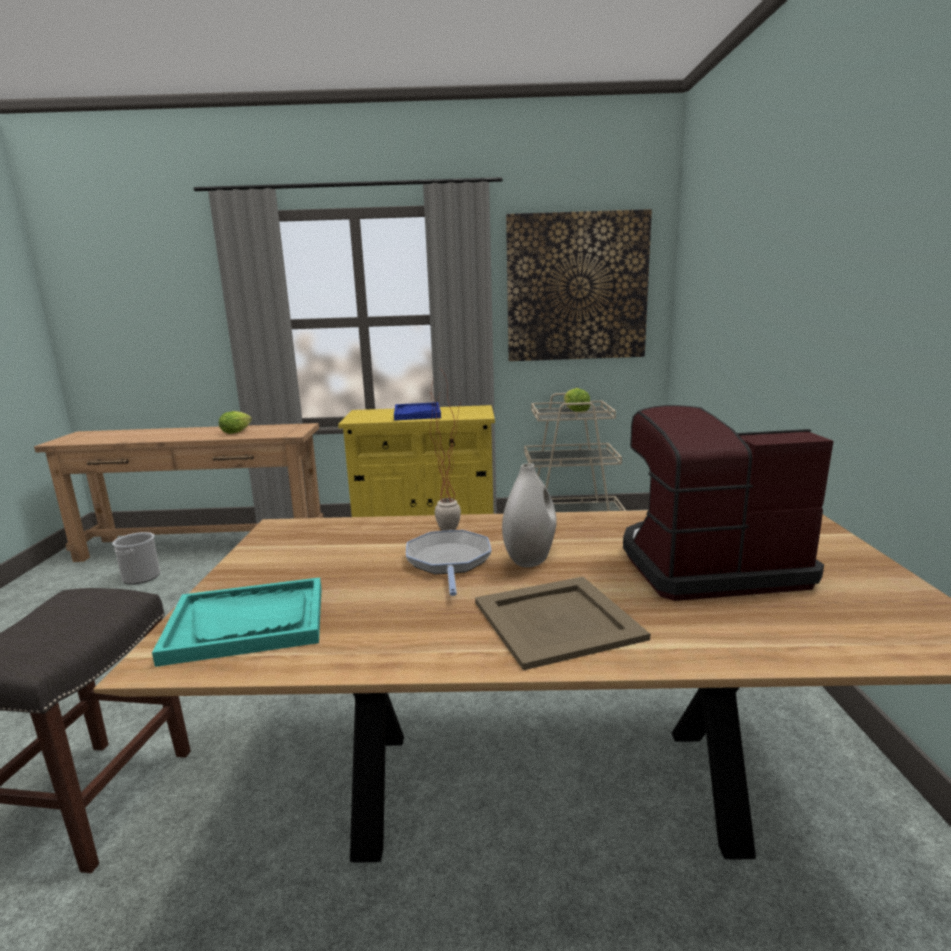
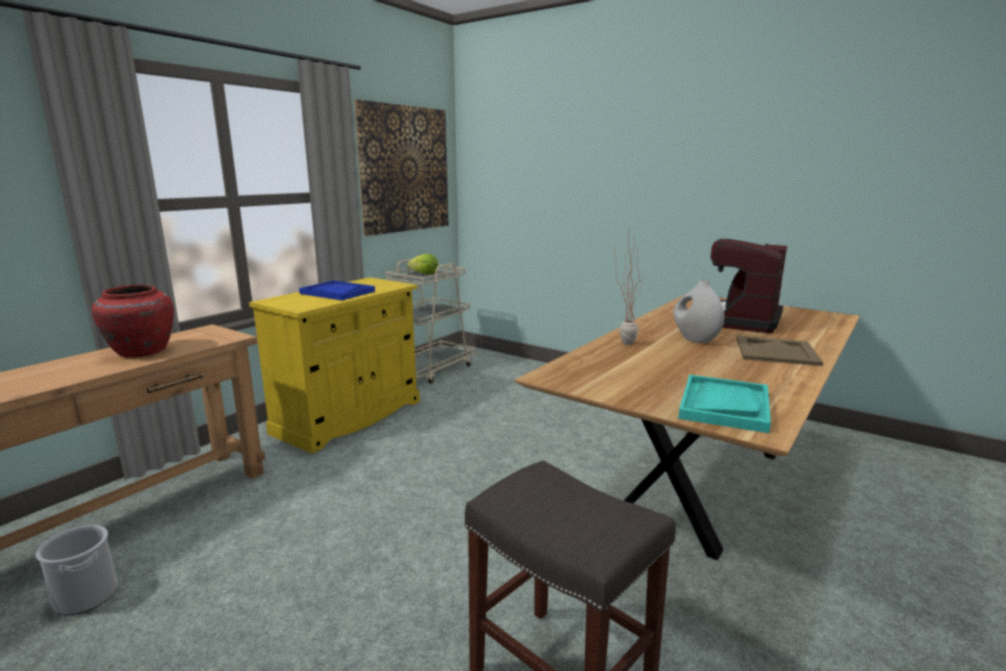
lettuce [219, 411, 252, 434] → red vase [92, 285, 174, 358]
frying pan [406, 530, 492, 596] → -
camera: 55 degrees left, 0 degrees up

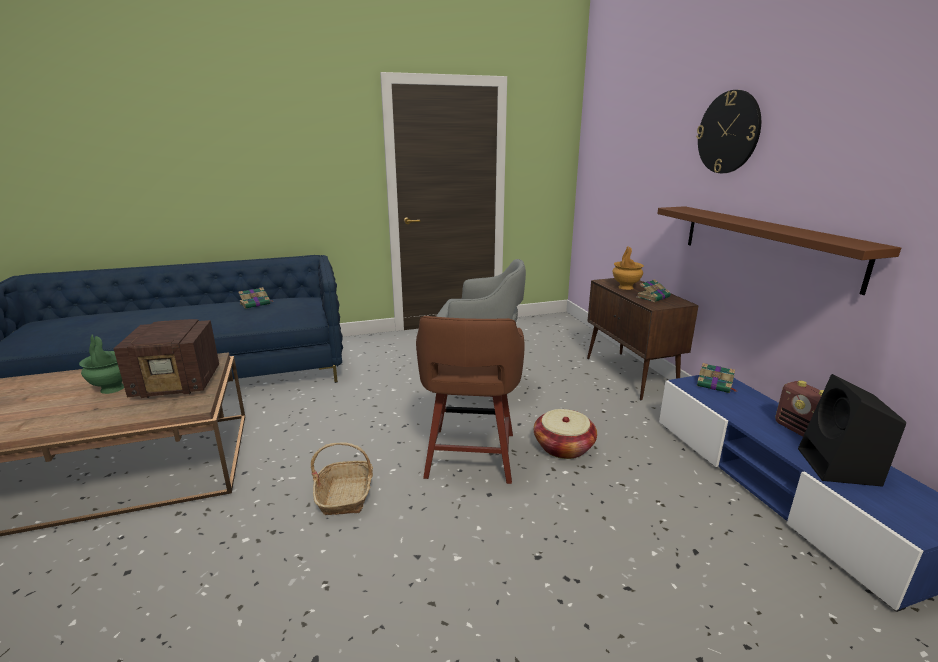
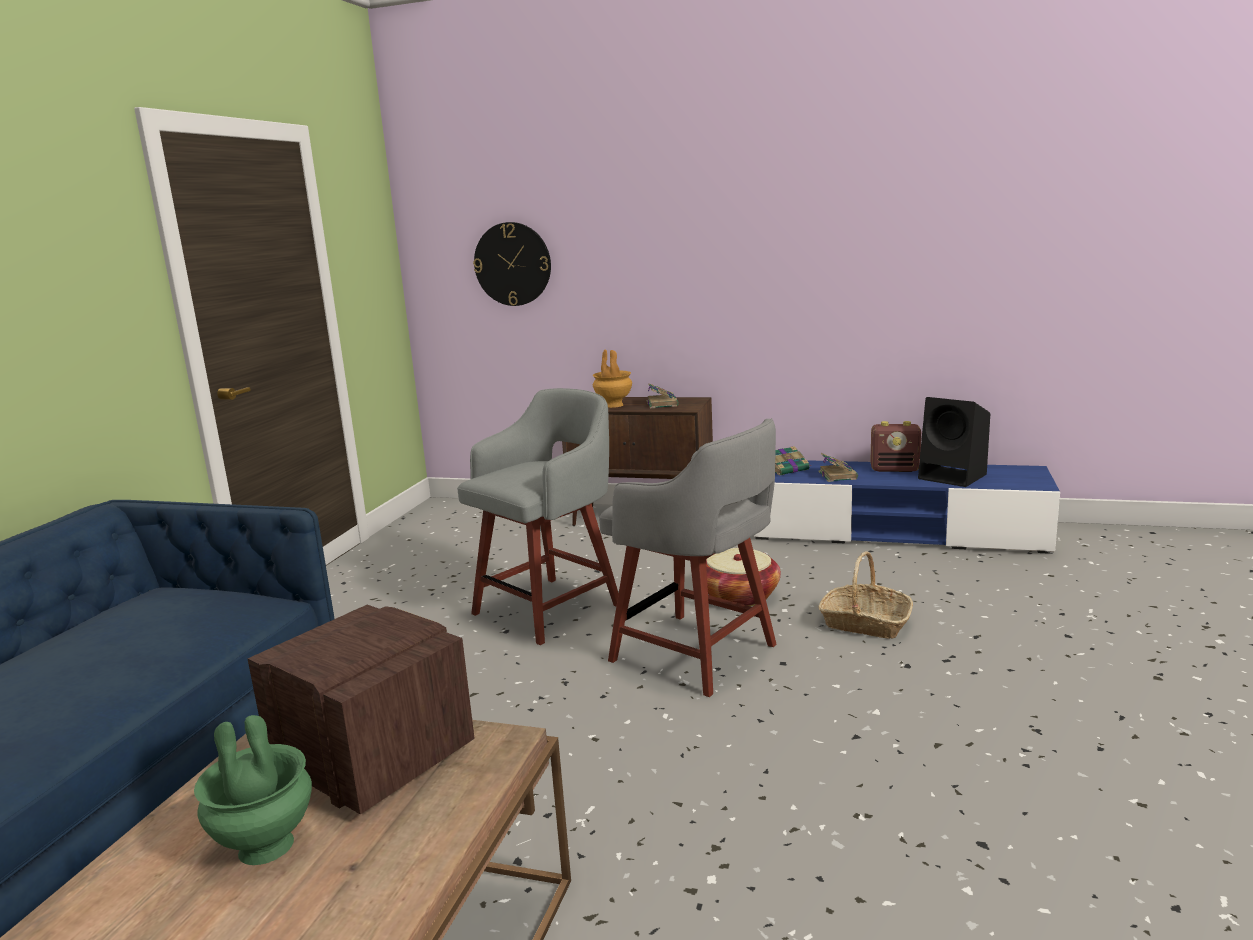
radio [113, 319, 219, 398] → radio [248, 605, 475, 814], 75 degrees counterclockwise
book [238, 287, 273, 309] → book [818, 453, 858, 482], shifted
basket [311, 442, 373, 515] → basket [818, 551, 913, 639], shifted
brown stool [416, 316, 525, 484] → grey stool [599, 418, 777, 697]
brown shelf [657, 206, 901, 295] → -
wall clock [696, 90, 761, 173] → wall clock [473, 222, 551, 306], shifted
camera: 55 degrees left, 5 degrees down

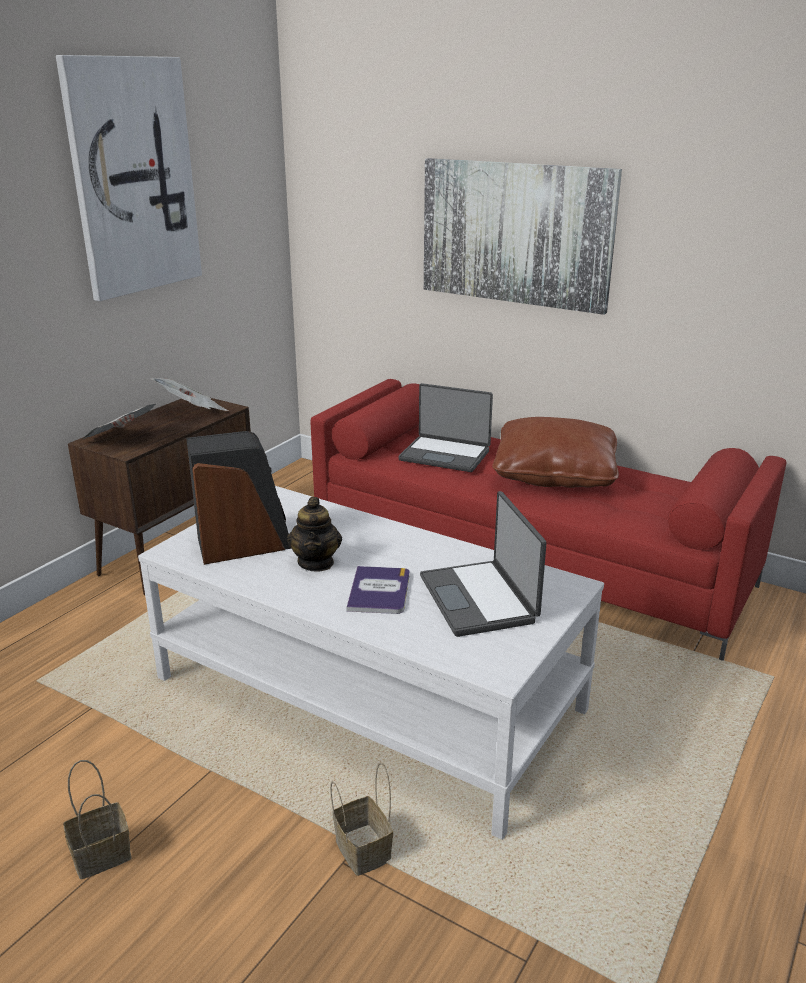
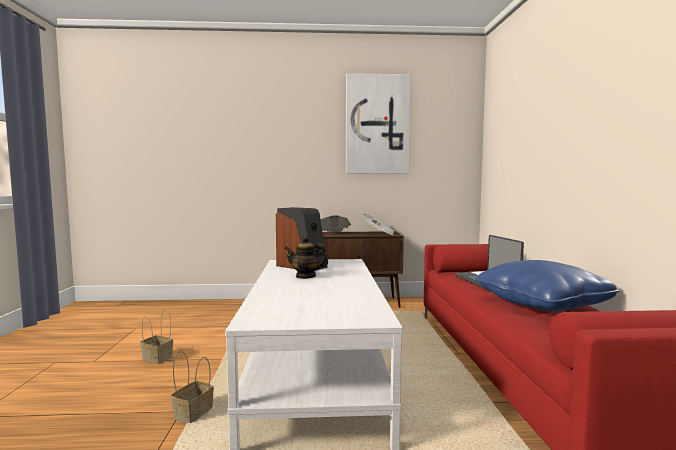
teapot [287, 497, 342, 572] → teapot [284, 236, 328, 279], 45 degrees clockwise
book [346, 566, 409, 614] → -
laptop [420, 491, 546, 637] → -
picture [424, 158, 622, 315] → -
brown pillow [492, 417, 619, 488] → blue pillow [475, 260, 619, 311]
camera: 55 degrees right, 20 degrees down

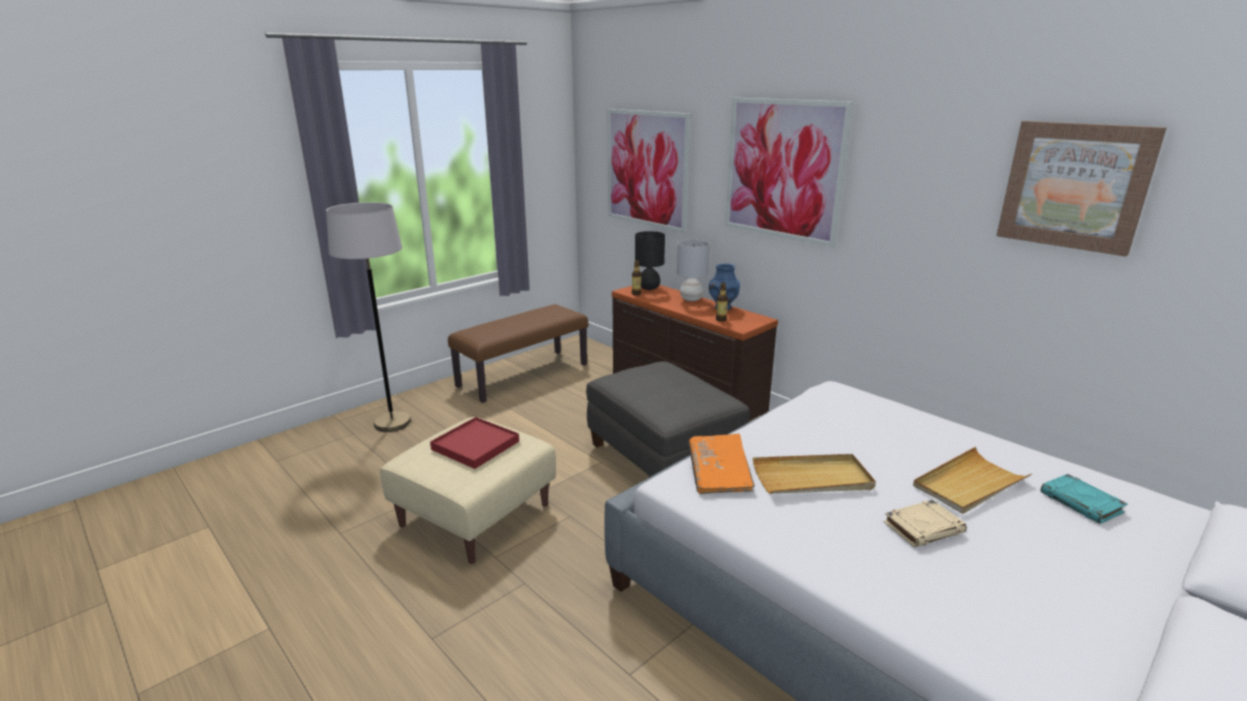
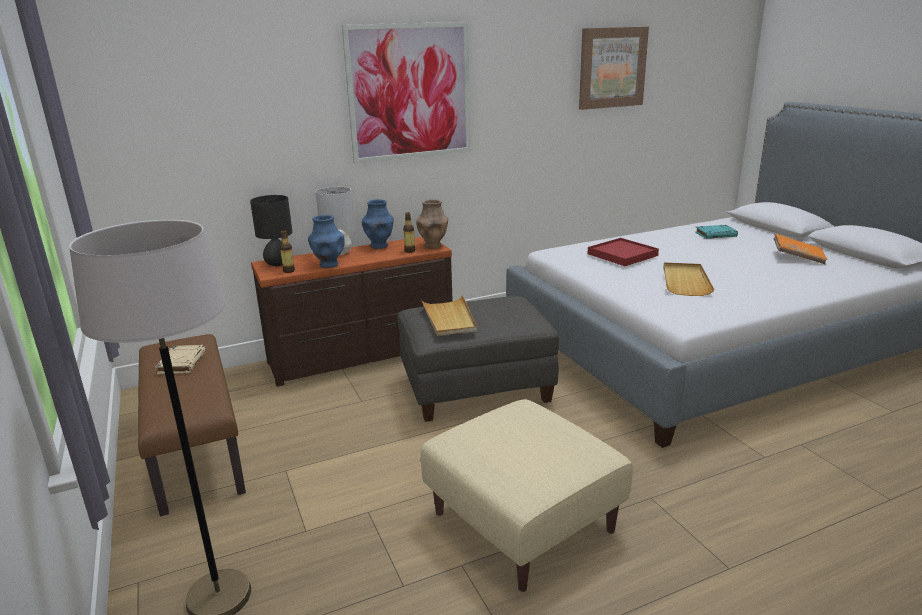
red tray [430, 417, 519, 469] → red tray [588, 238, 659, 266], shifted
picture [607, 109, 691, 233] → -
orange book [688, 434, 755, 494] → orange book [773, 234, 827, 264], shifted
beige book [884, 500, 967, 548] → beige book [155, 345, 206, 374], shifted
beige tray [913, 447, 1032, 514] → beige tray [421, 295, 477, 336], shifted
- → blue vase [308, 215, 345, 268]
- → brown vase [416, 199, 448, 249]
camera: 70 degrees left, 0 degrees up

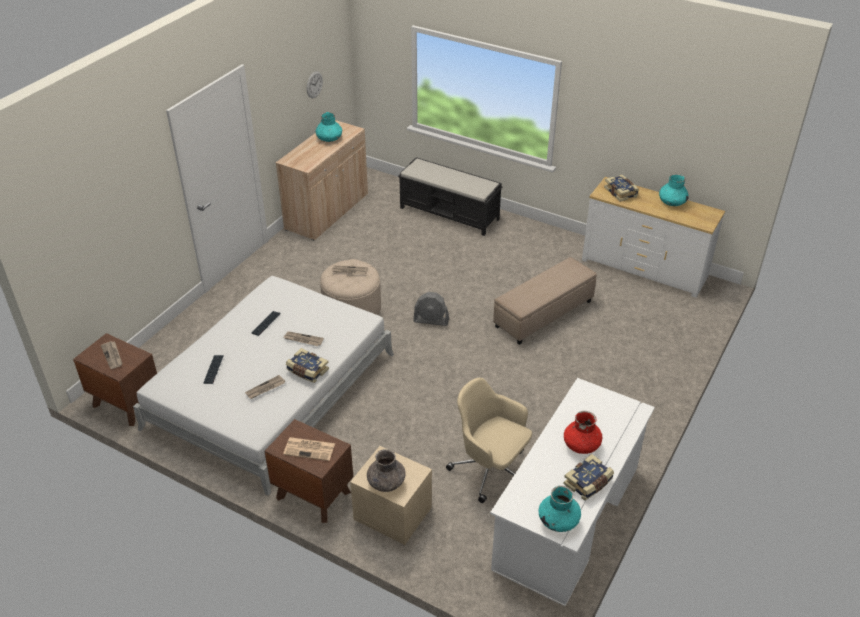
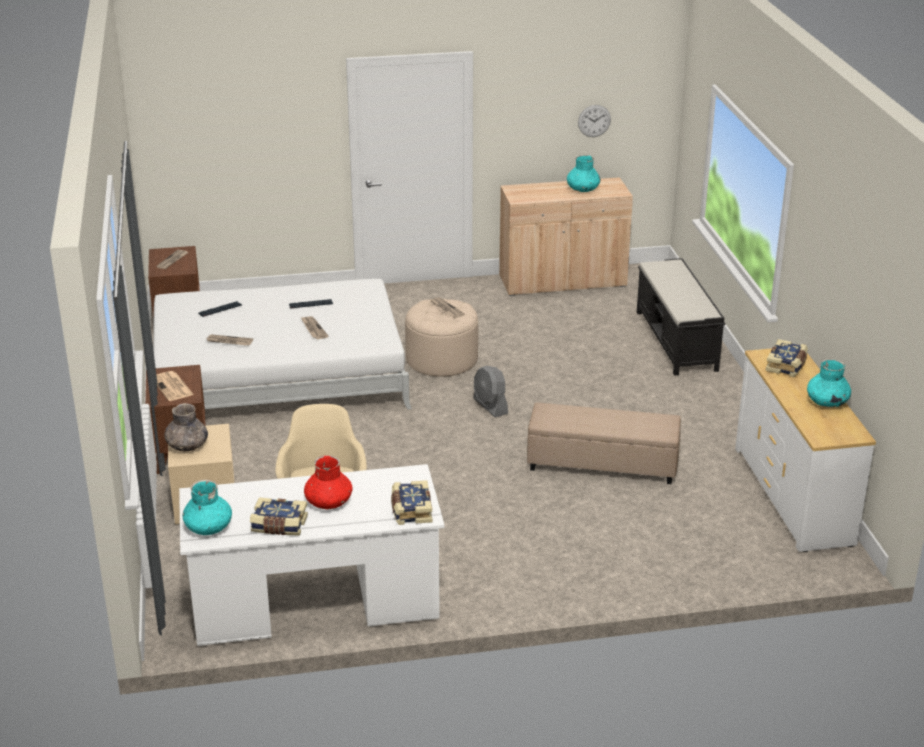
book [286, 348, 329, 383] → book [391, 480, 433, 525], shifted
camera: 50 degrees right, 10 degrees down

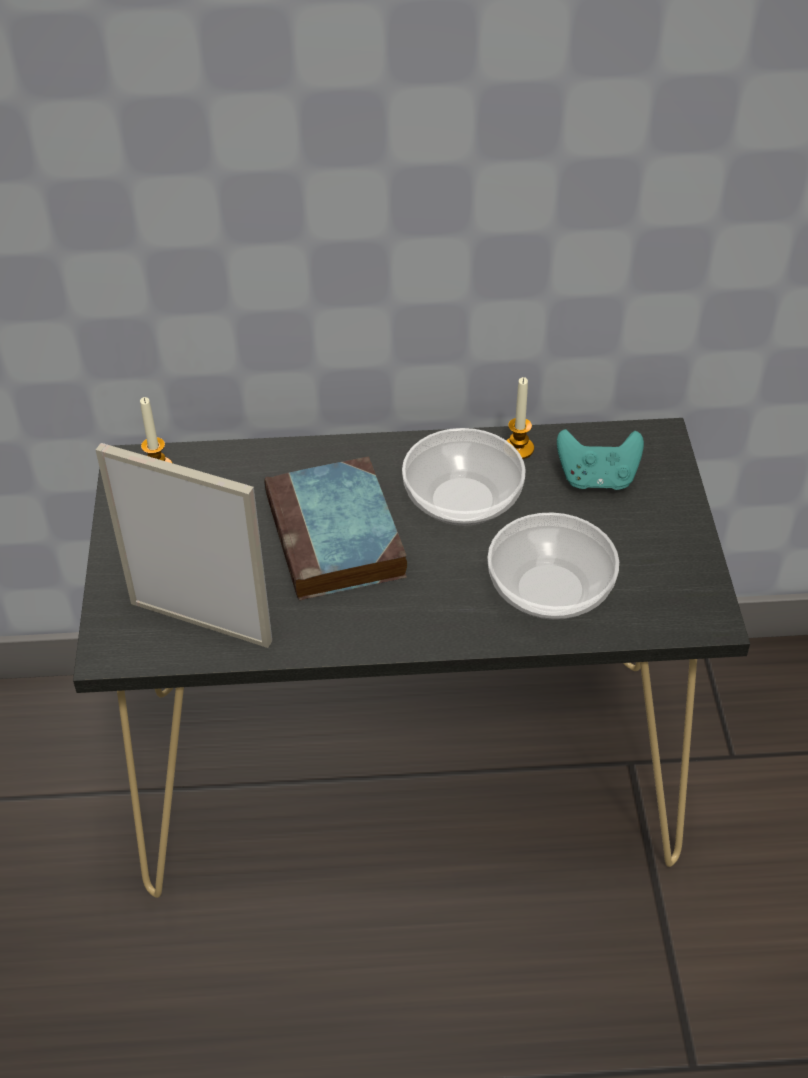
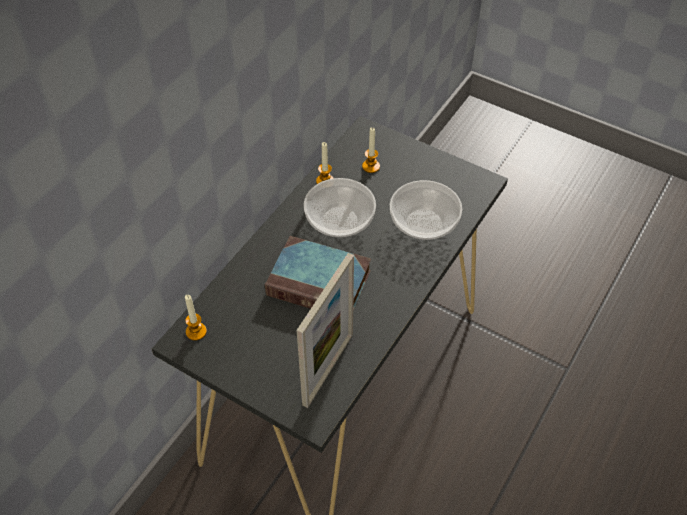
picture frame [96, 443, 272, 648] → picture frame [297, 253, 354, 408], 150 degrees clockwise
turquoise game controller [557, 429, 644, 490] → candle [362, 127, 380, 173]
camera: 55 degrees left, 5 degrees up

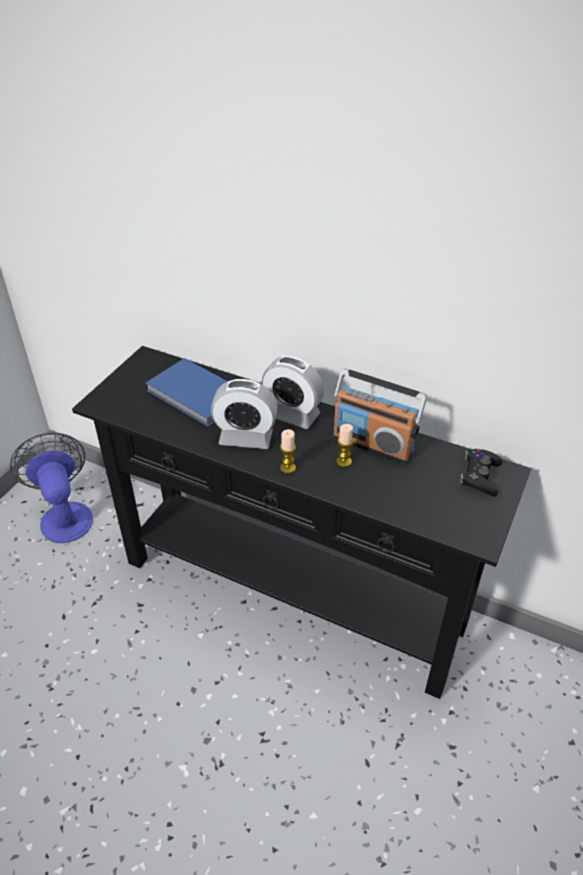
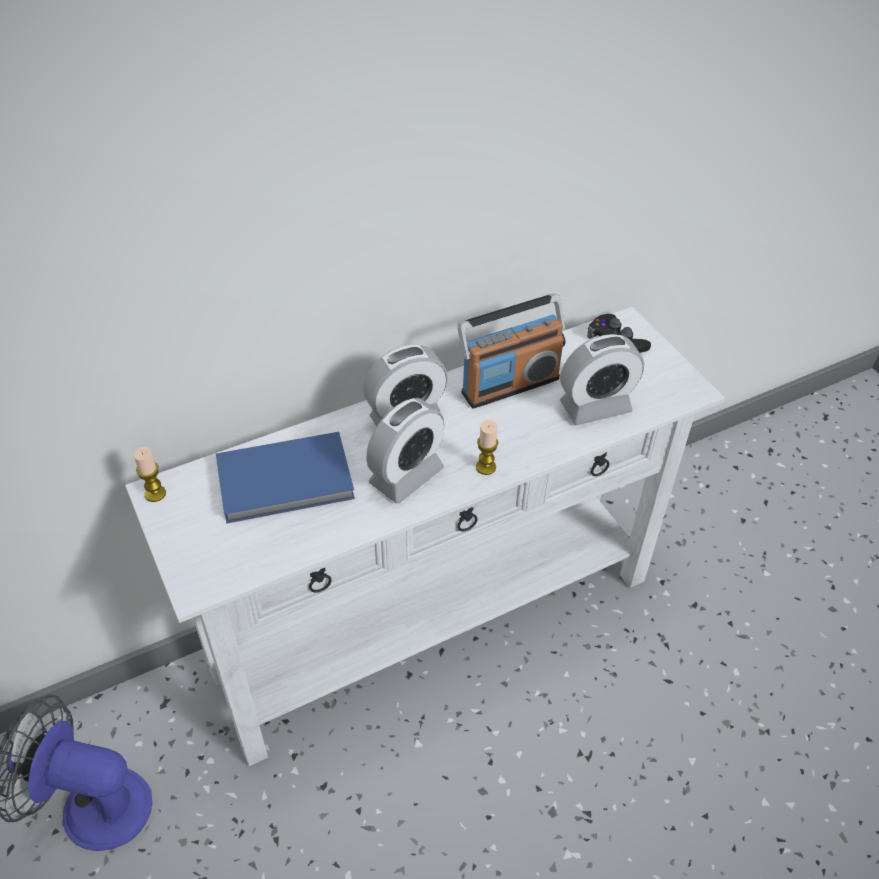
black console table [72, 346, 531, 699] → white console table [125, 307, 725, 766]
candle [336, 424, 354, 467] → candle [134, 447, 166, 502], shifted
- → alarm clock [560, 334, 644, 425]
camera: 55 degrees left, 5 degrees up

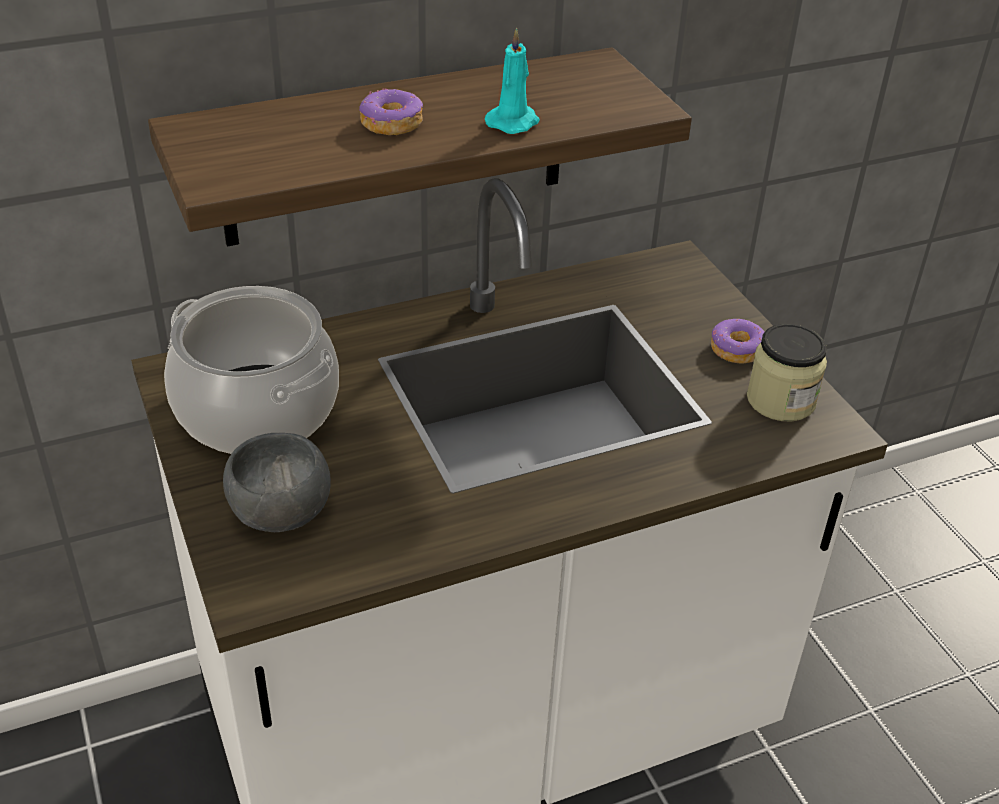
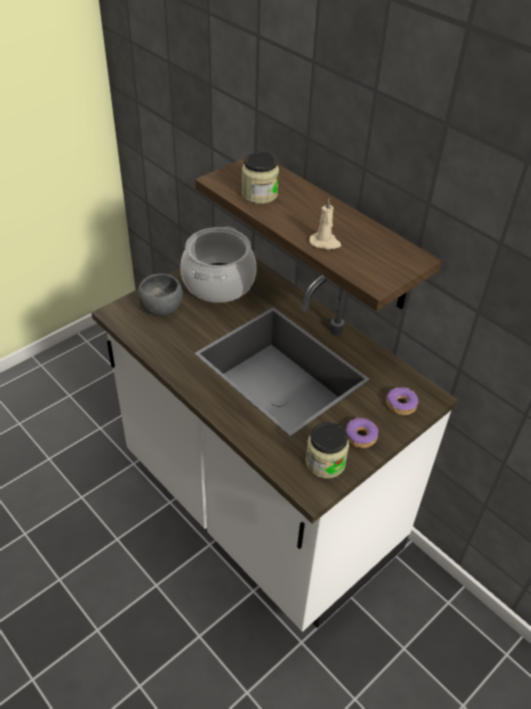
donut [359, 88, 423, 135] → donut [386, 387, 418, 415], shifted
turquoise candle [484, 27, 540, 134] → beige candle [309, 198, 341, 250]
- → jar [242, 152, 279, 204]
camera: 70 degrees right, 5 degrees up

